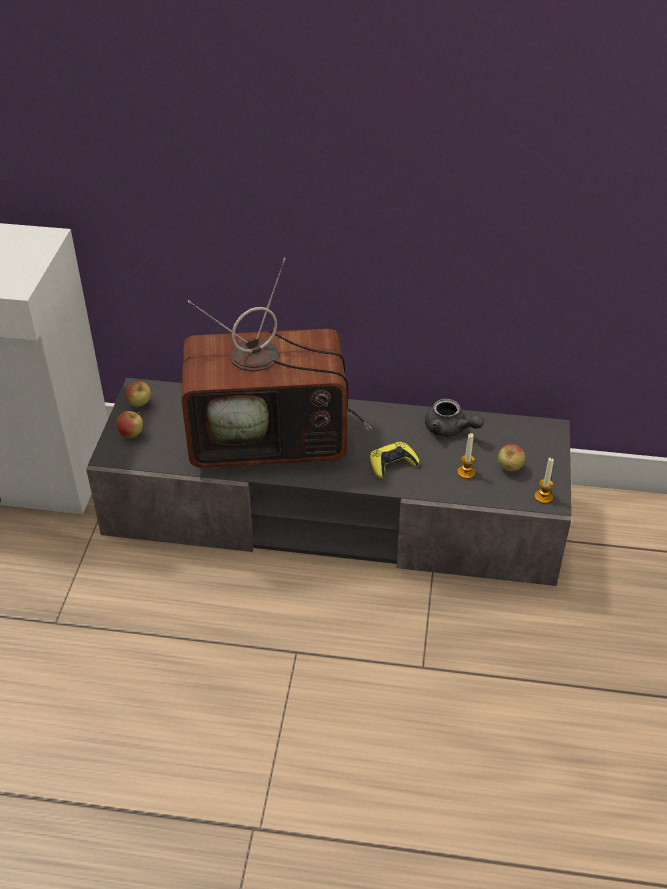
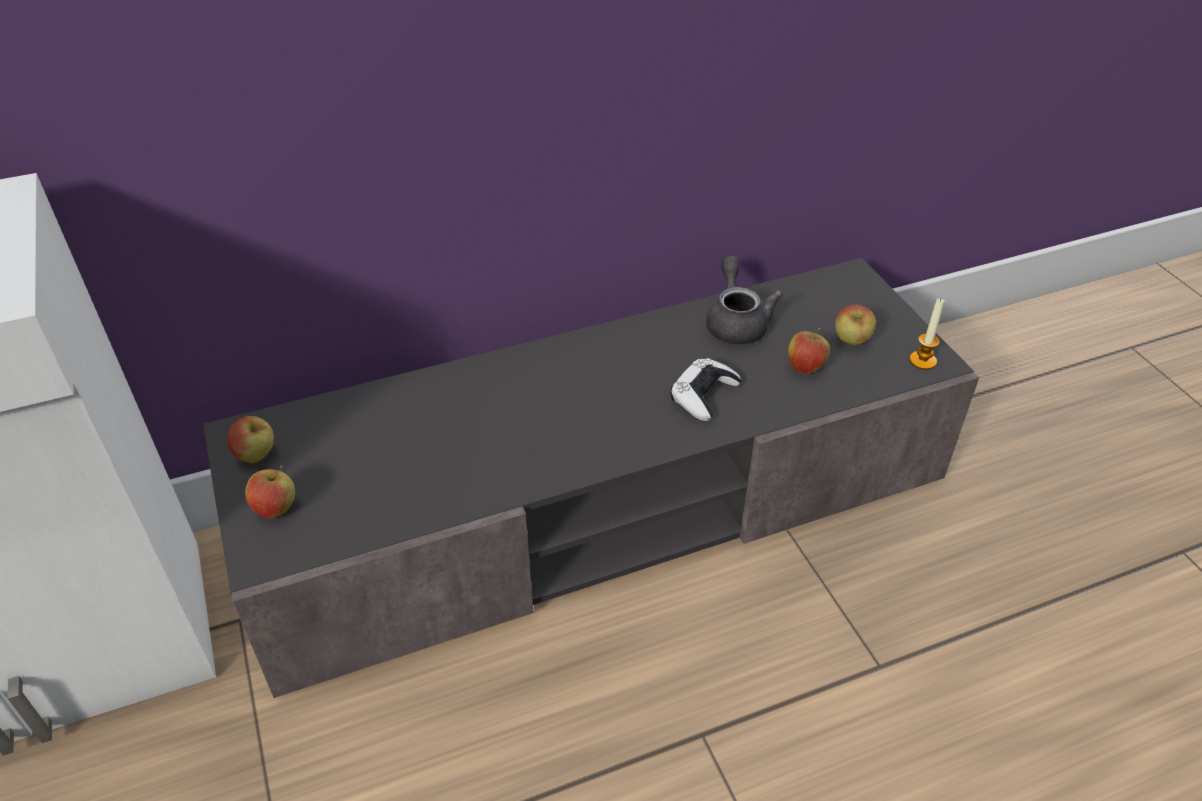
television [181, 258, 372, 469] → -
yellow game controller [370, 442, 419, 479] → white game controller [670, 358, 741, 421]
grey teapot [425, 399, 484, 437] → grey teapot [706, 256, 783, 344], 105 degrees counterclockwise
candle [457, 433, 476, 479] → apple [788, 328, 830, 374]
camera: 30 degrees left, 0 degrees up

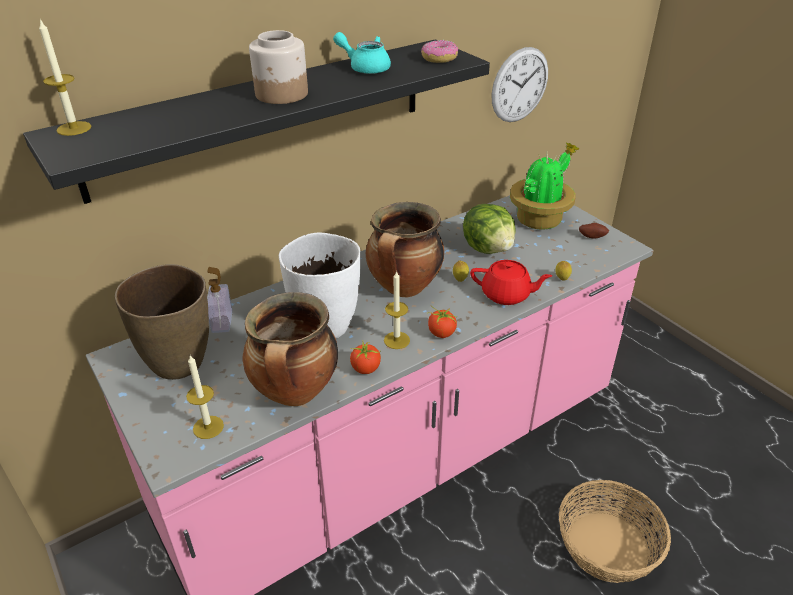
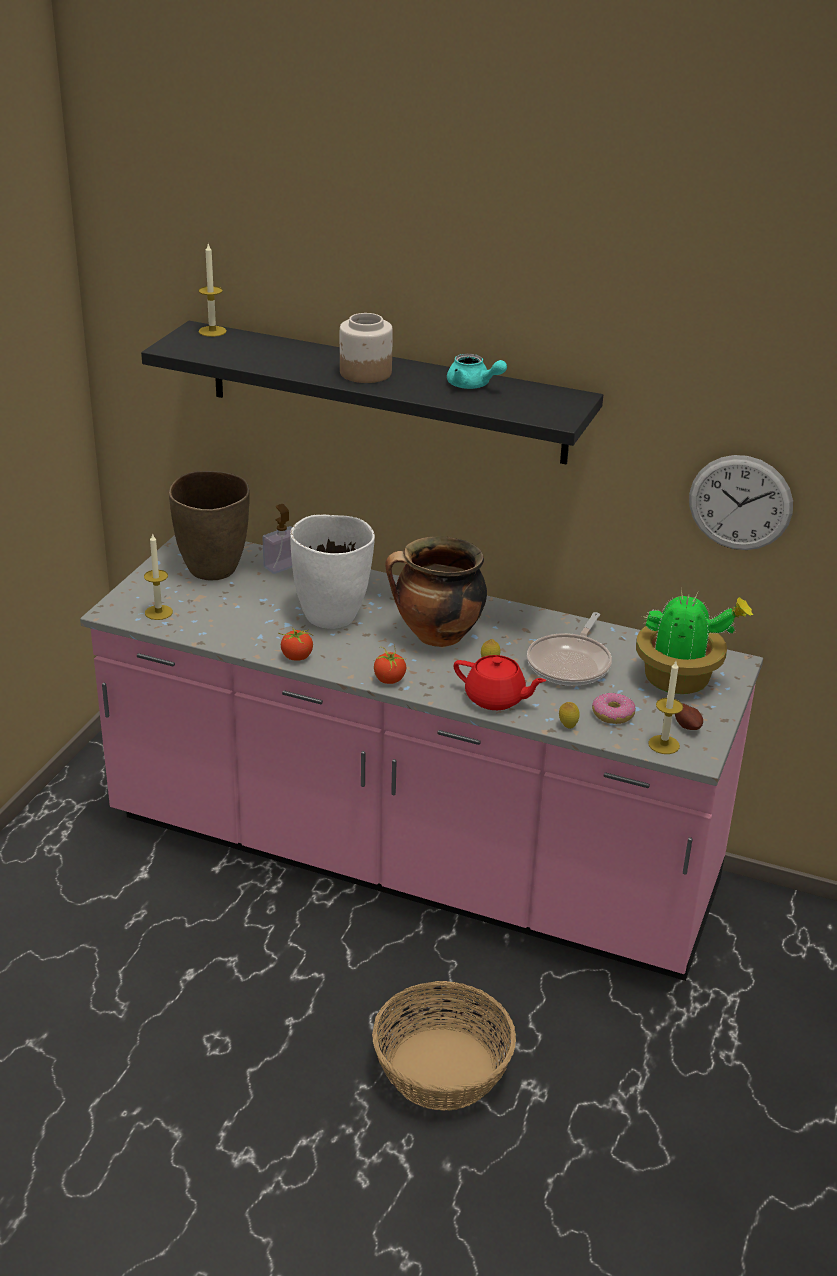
cooking pot [243, 292, 338, 406] → -
turquoise teapot [333, 32, 391, 74] → turquoise teapot [447, 354, 507, 389], 135 degrees clockwise
candle [384, 271, 410, 349] → candle [648, 661, 683, 754], shifted
donut [421, 40, 458, 63] → donut [592, 693, 636, 724], shifted
lettuce [463, 204, 516, 254] → frying pan [527, 612, 612, 686]
red teapot [470, 260, 552, 305] → red teapot [453, 655, 546, 710], 45 degrees counterclockwise
camera: 55 degrees right, 5 degrees down

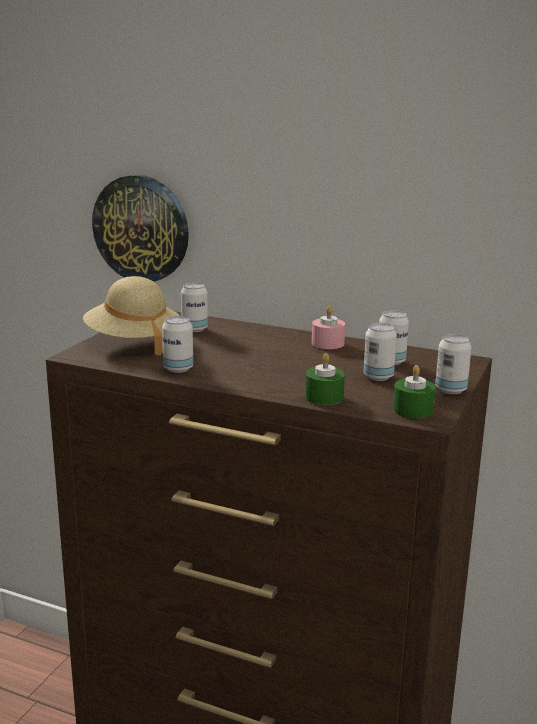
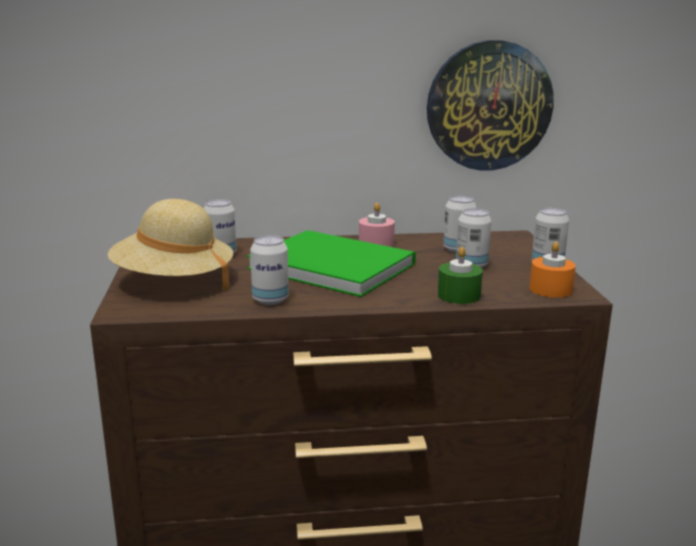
wall clock [92, 175, 189, 282] → wall clock [427, 40, 554, 171], shifted
green candle [393, 365, 436, 419] → orange candle [529, 242, 576, 298]
- → green book [247, 230, 416, 297]
camera: 30 degrees left, 0 degrees up

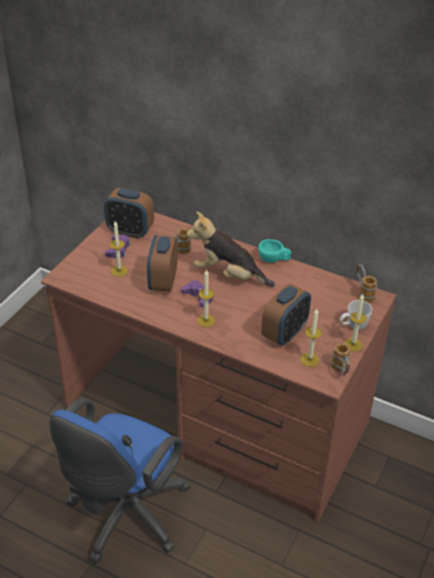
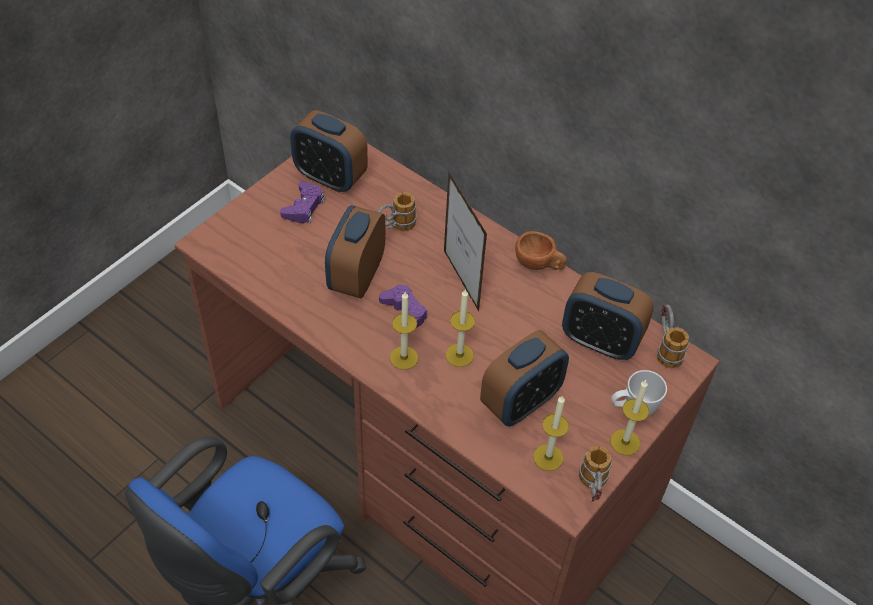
candle [110, 221, 128, 277] → candle [446, 289, 475, 367], shifted
plush toy [187, 212, 275, 287] → picture frame [444, 171, 487, 312]
turquoise cup [258, 239, 291, 263] → brown cup [515, 231, 567, 270]
- → alarm clock [562, 272, 654, 360]
camera: 10 degrees right, 10 degrees up

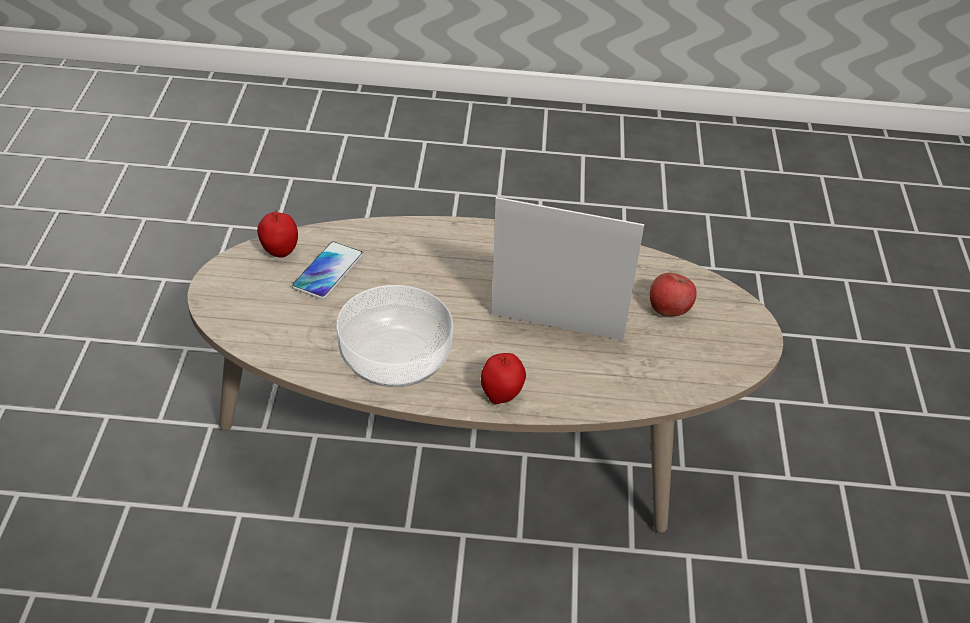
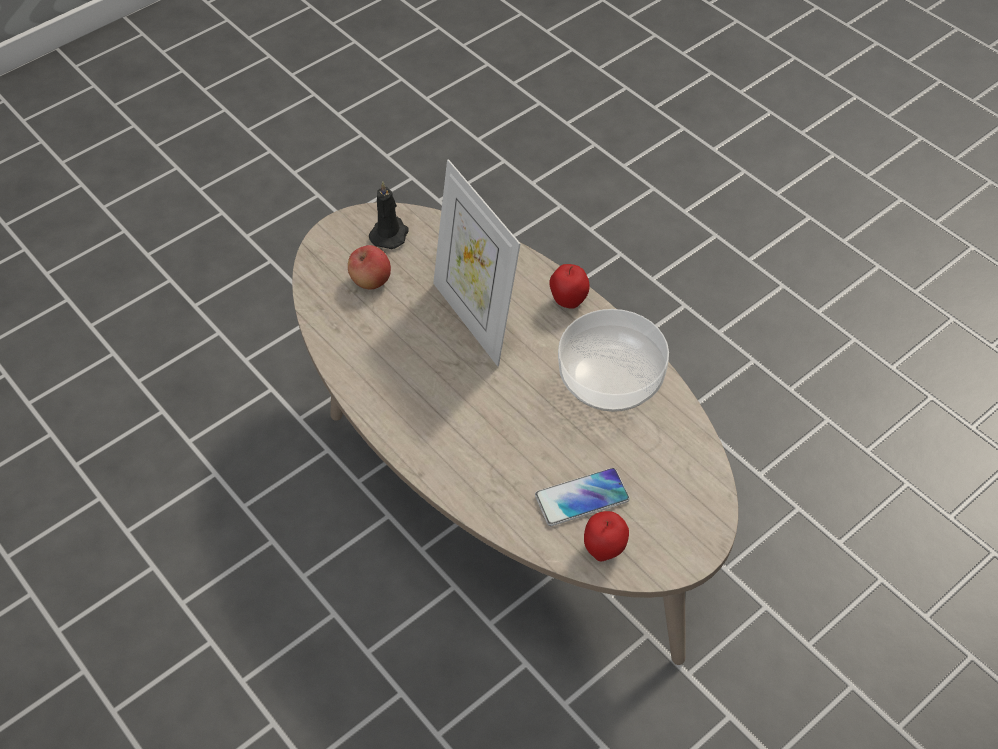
- → black candle [369, 181, 408, 249]
camera: 130 degrees left, 10 degrees up

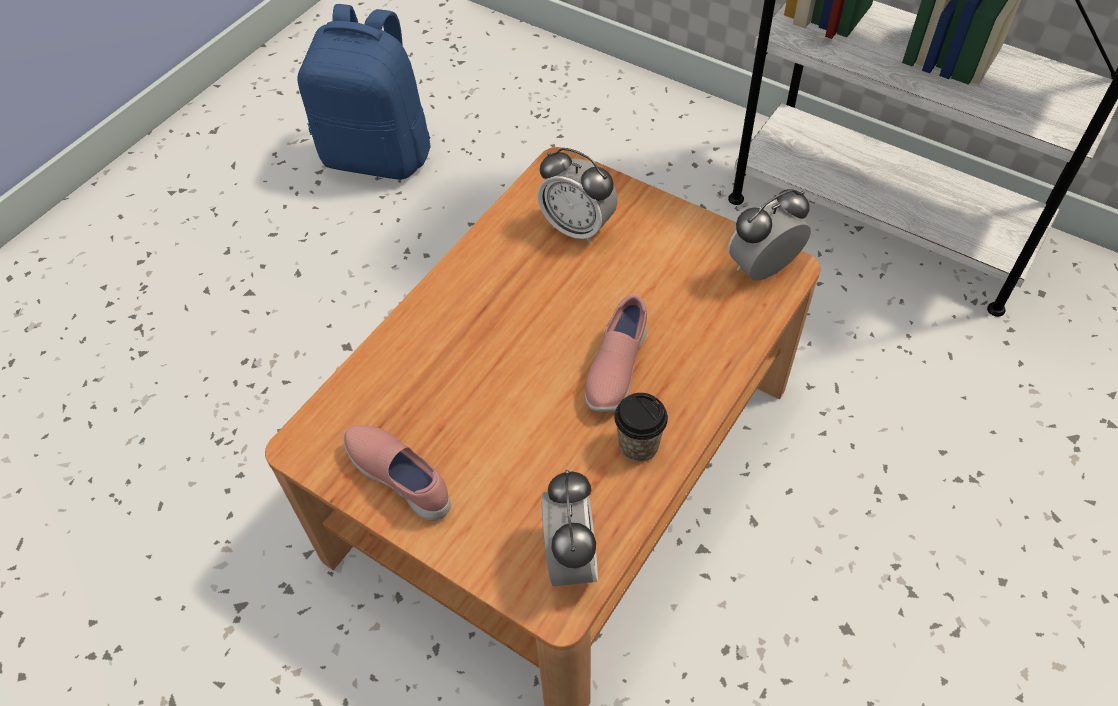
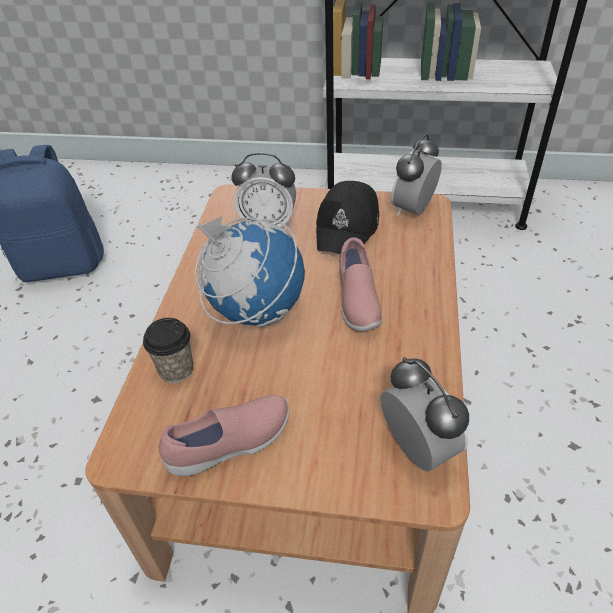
pink shoe [343, 425, 451, 521] → pink shoe [158, 395, 289, 476], 135 degrees clockwise
cup [614, 393, 668, 462] → cup [143, 318, 193, 383], shifted
- → globe [195, 216, 305, 327]
- → black cap [316, 181, 379, 254]
camera: 25 degrees left, 10 degrees down

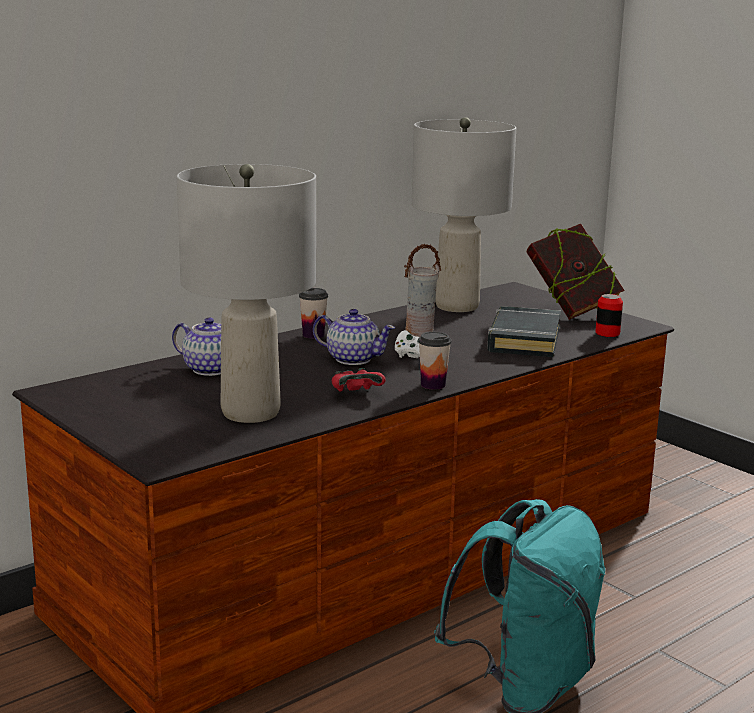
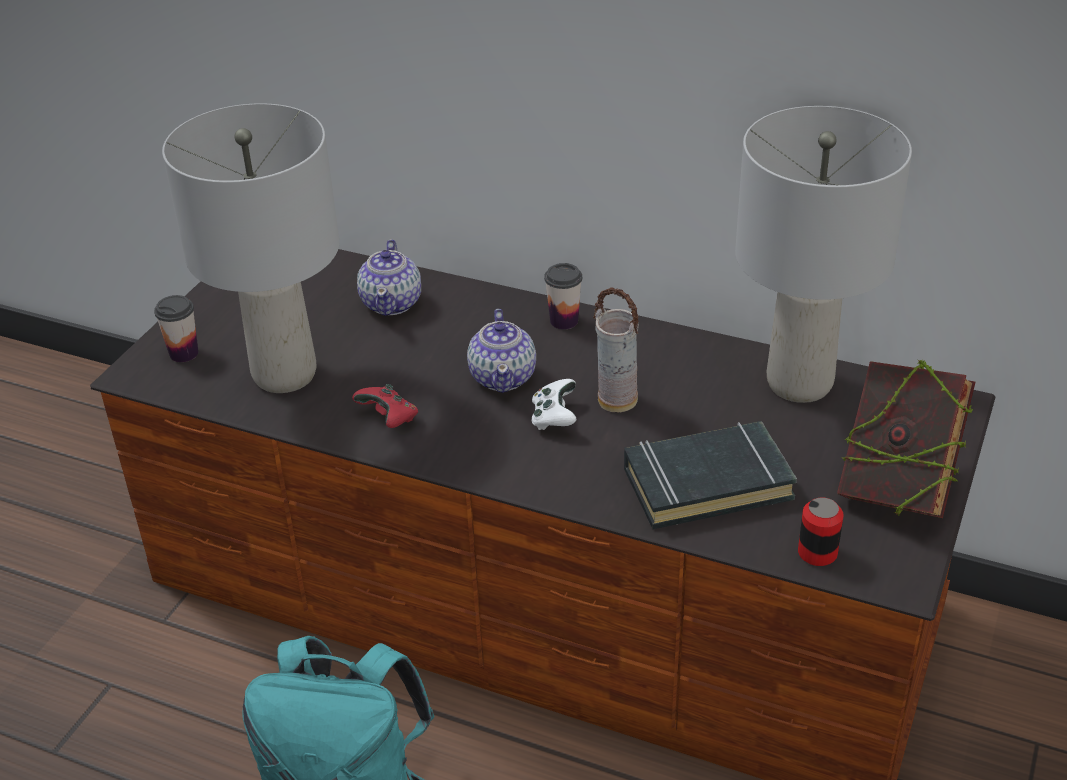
cup [418, 332, 451, 390] → cup [154, 295, 198, 362], shifted
camera: 65 degrees right, 20 degrees up

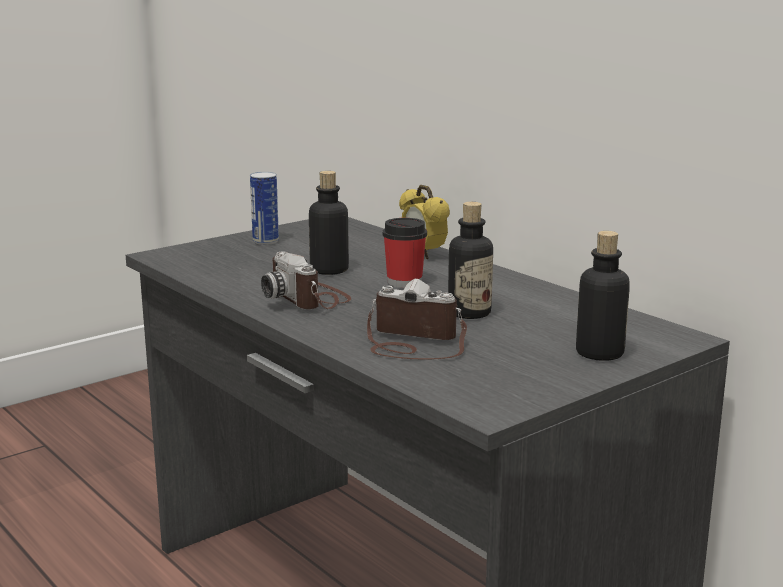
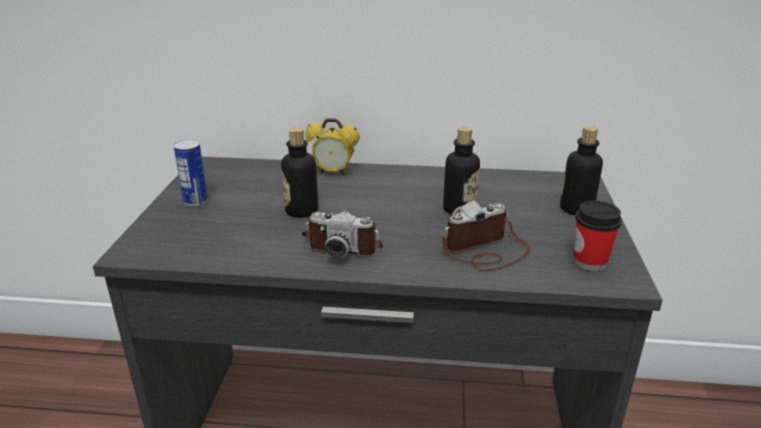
cup [382, 218, 427, 288] → cup [573, 201, 622, 271], shifted
camera: 45 degrees left, 10 degrees up

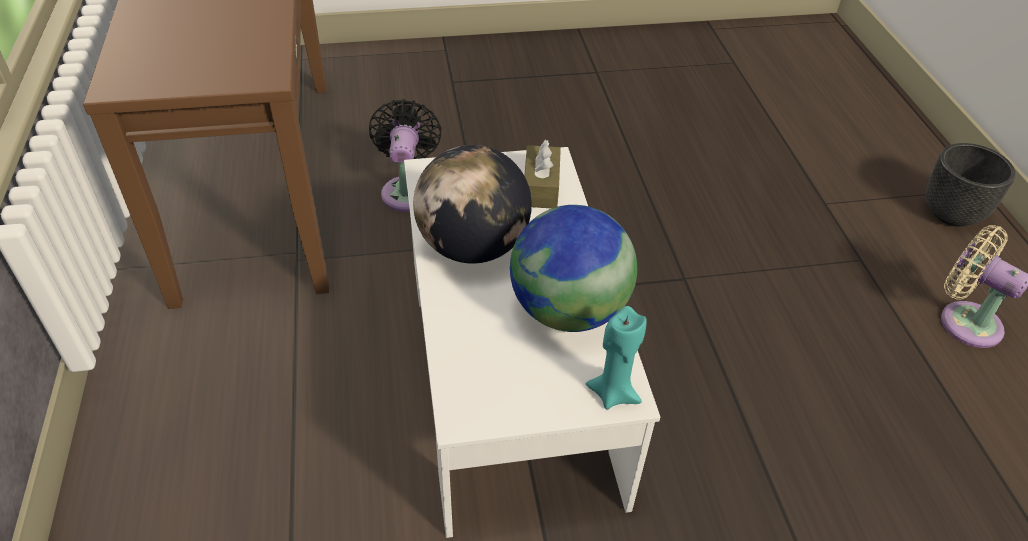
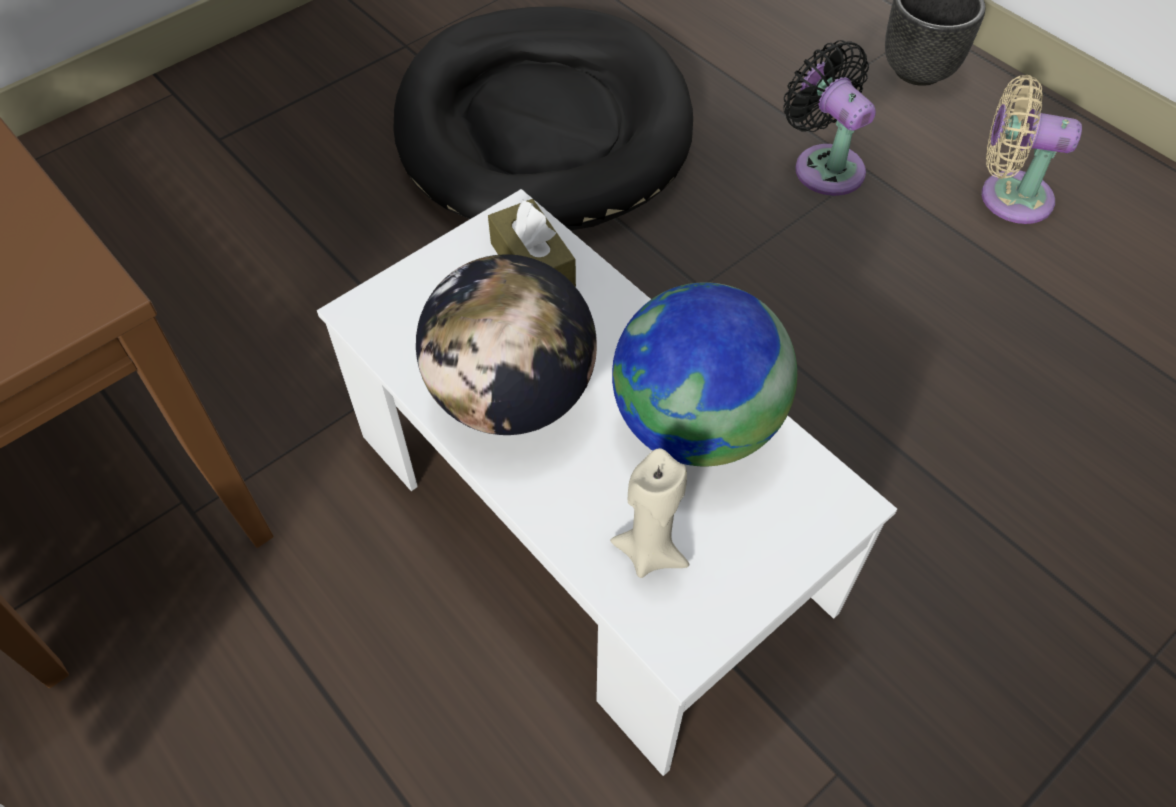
black fan [369, 99, 442, 212] → black fan [783, 40, 876, 196], shifted
turquoise candle [586, 306, 647, 409] → -
- → black dog bed [393, 7, 693, 231]
- → beige candle [610, 448, 689, 578]
camera: 30 degrees left, 10 degrees up

